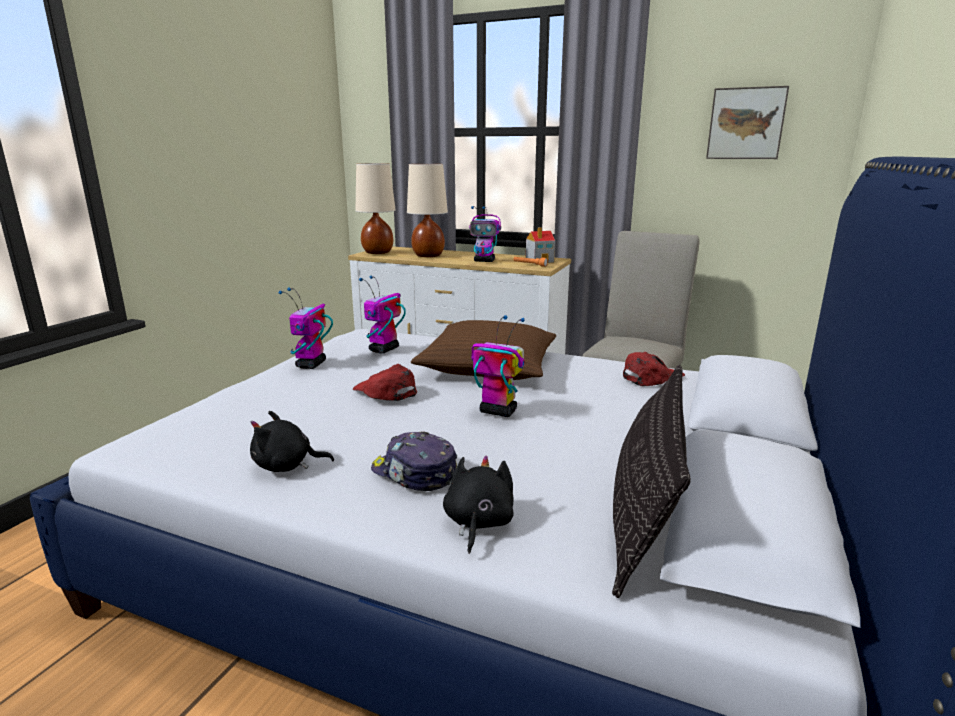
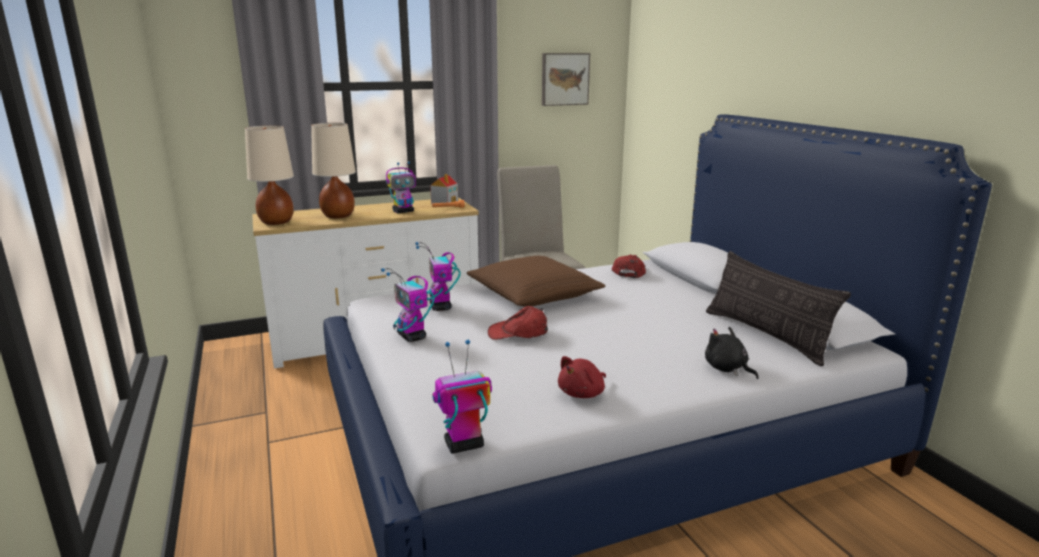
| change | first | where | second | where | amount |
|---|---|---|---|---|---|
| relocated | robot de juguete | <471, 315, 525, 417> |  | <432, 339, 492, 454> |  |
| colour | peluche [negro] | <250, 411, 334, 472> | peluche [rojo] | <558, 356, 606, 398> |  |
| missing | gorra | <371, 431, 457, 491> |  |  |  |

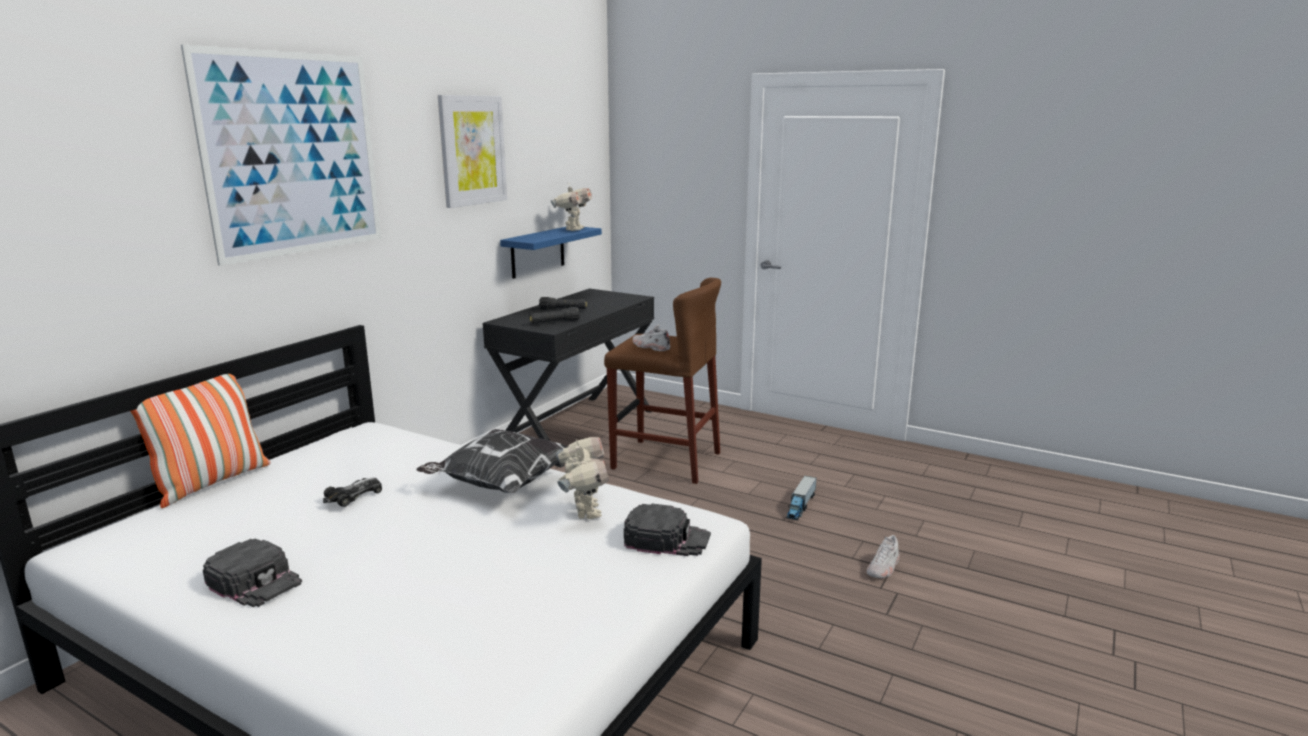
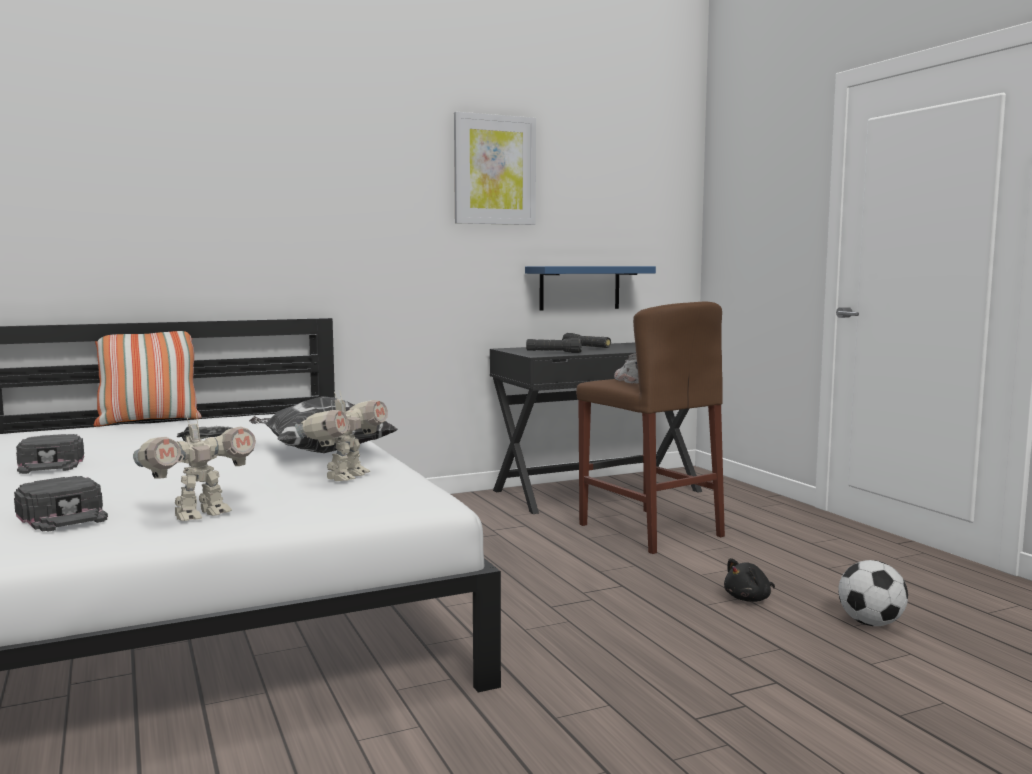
| change | first | where | second | where | amount |
|---|---|---|---|---|---|
| missing | cuadro | <181, 45, 381, 266> |  |  |  |
| relocated | robot de juguete | <551, 183, 592, 231> |  | <133, 413, 256, 521> |  |
| exchanged | camión de juguete | <786, 476, 816, 520> | peluche [negro] | <724, 558, 775, 602> |  |
| relocated | gorra [negro] | <624, 503, 711, 556> |  | <14, 476, 108, 532> |  |
| missing | zapato [blanco] | <867, 535, 899, 578> |  |  |  |
| appeared |  |  | balón de fútbol | <838, 560, 908, 626> |  |

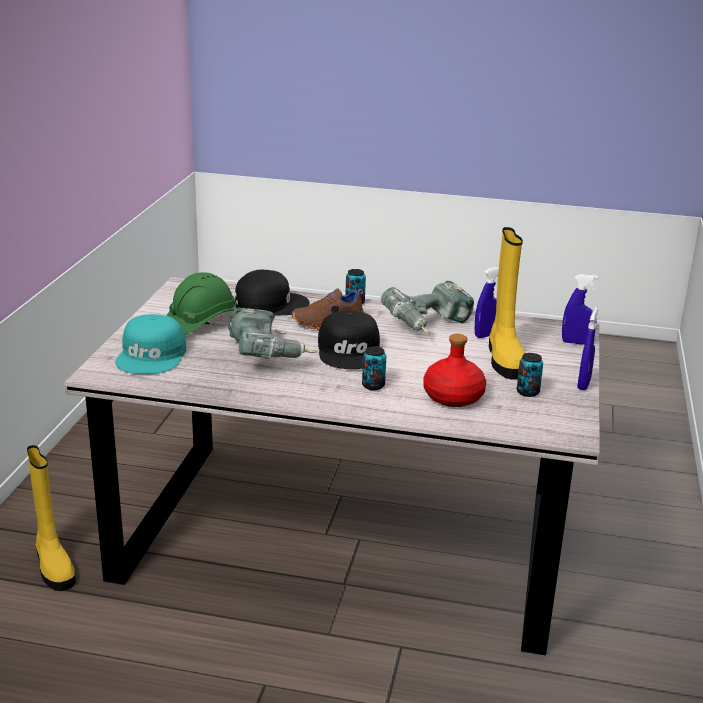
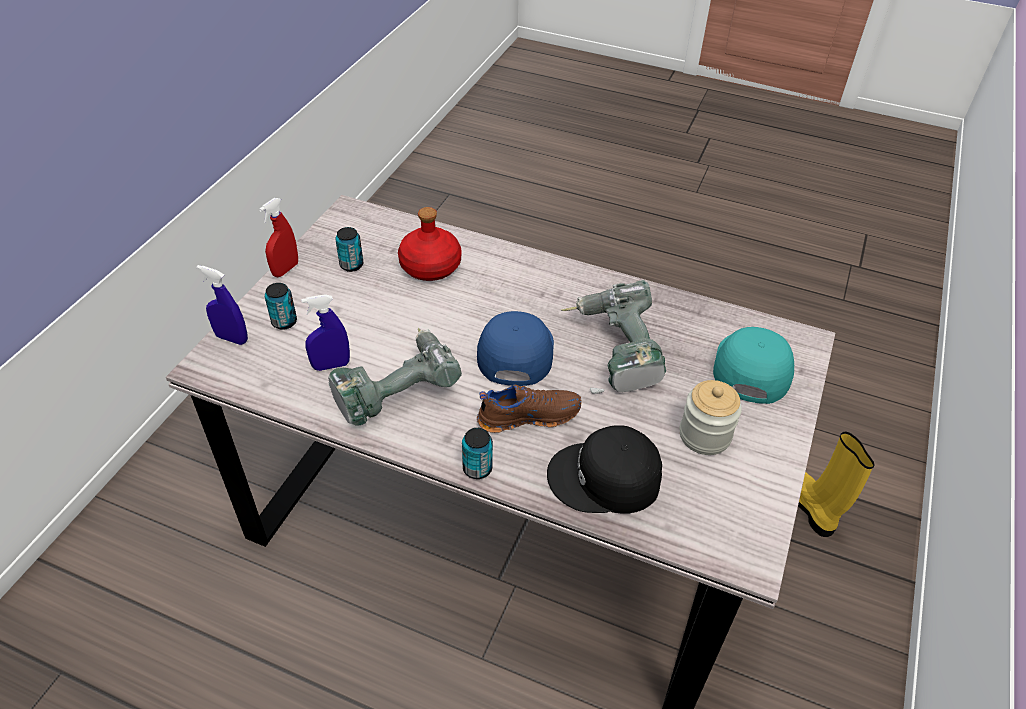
| change | first | where | second | where | amount |
|---|---|---|---|---|---|
| missing | bota [amarillo] | <489, 227, 525, 380> |  |  |  |
| exchanged | casco [verde] | <166, 272, 236, 335> | tarro | <679, 380, 742, 455> |  |
| colour | pulverizador [azul] | <577, 307, 598, 390> | pulverizador [rojo] | <259, 198, 298, 277> |  |
| colour | gorra [negro] | <318, 311, 380, 369> | gorra [azul] | <477, 311, 554, 386> |  |
| relocated | lata | <362, 346, 386, 390> |  | <265, 283, 297, 330> |  |

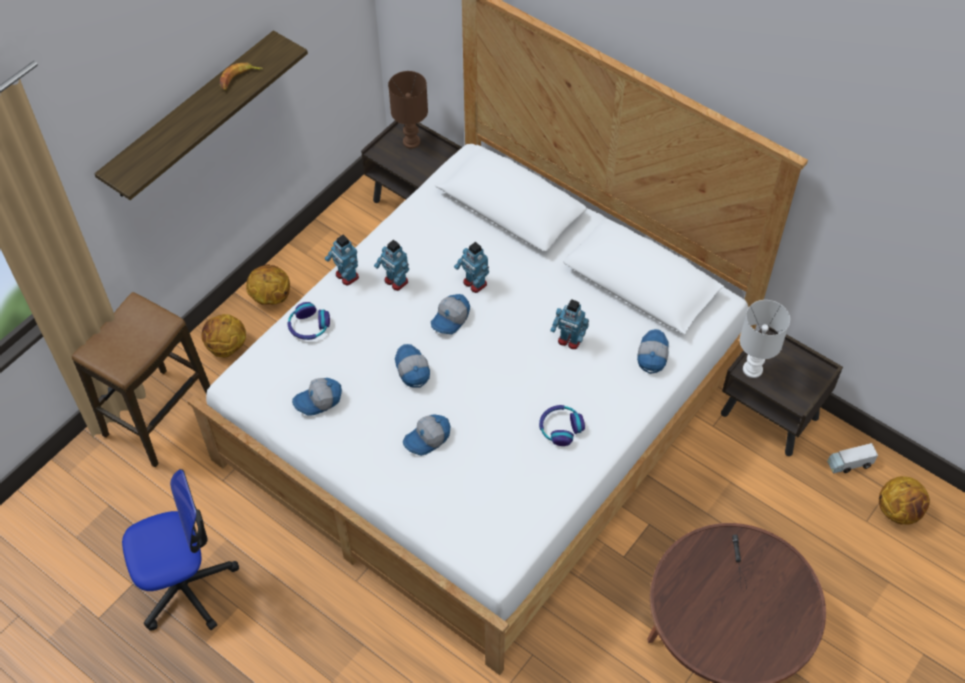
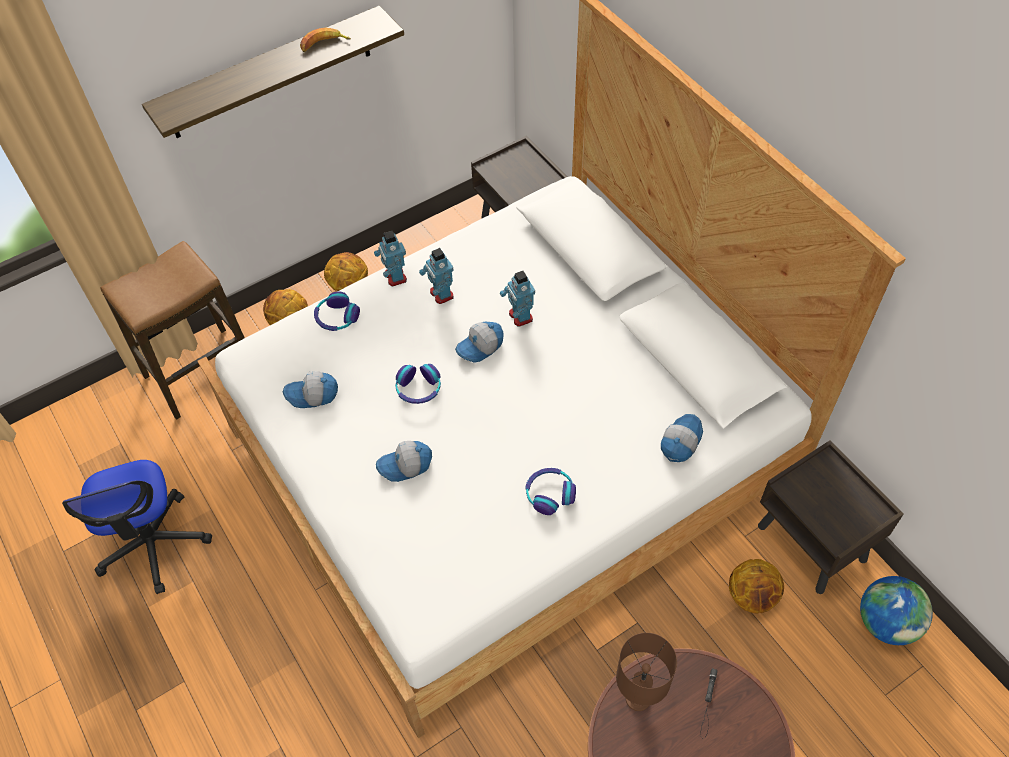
| change | first | where | second | where | amount |
|---|---|---|---|---|---|
| relocated | lámpara de mesa [marrón] | <388, 71, 428, 149> |  | <616, 633, 677, 711> |  |
| missing | robot de juguete | <550, 299, 589, 349> |  |  |  |
| missing | lámpara de mesa [blanco] | <740, 300, 790, 378> |  |  |  |
| exchanged | gorra | <395, 344, 430, 388> | auriculares | <395, 364, 441, 404> |  |
| exchanged | camión de juguete | <827, 443, 878, 474> | globo terráqueo | <860, 576, 933, 645> |  |
| spun | silla de oficina | <122, 469, 239, 631> |  | <62, 460, 212, 594> | 75 degrees clockwise |
| relocated | balón de baloncesto | <879, 476, 930, 525> |  | <729, 559, 784, 614> |  |

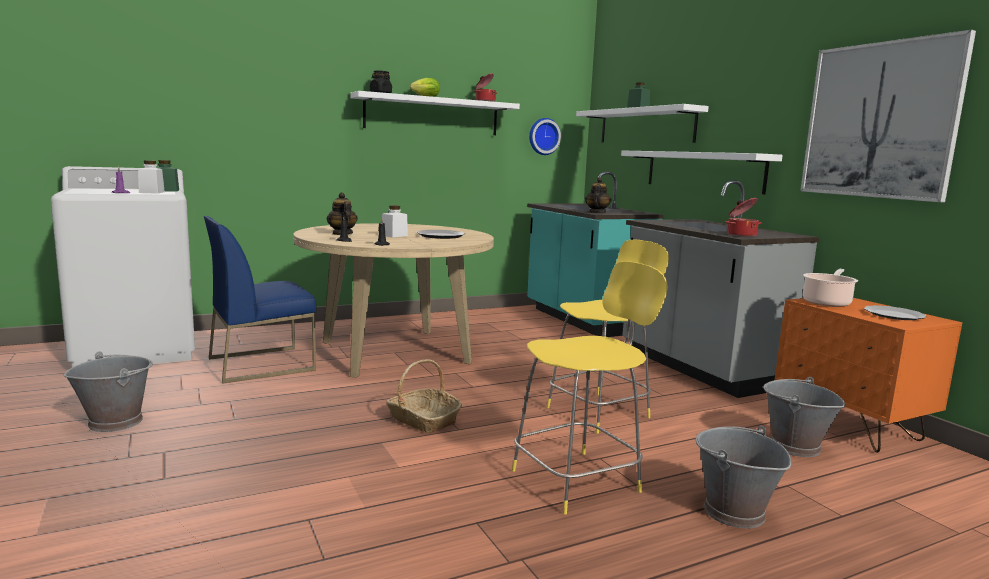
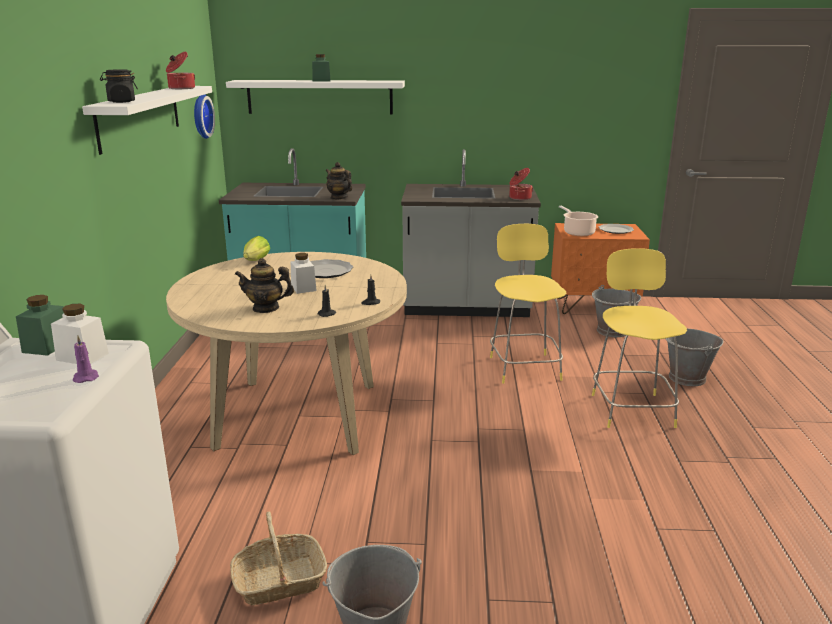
| change | first | where | second | where | amount |
|---|---|---|---|---|---|
| missing | cuadro | <800, 30, 976, 202> |  |  |  |
| relocated | lechuga | <410, 78, 440, 97> |  | <243, 236, 270, 261> |  |
| missing | estante [blanco] | <621, 150, 783, 195> |  |  |  |
| missing | silla [azul] | <204, 216, 316, 384> |  |  |  |
| relocated | cesta | <386, 359, 462, 433> |  | <230, 512, 327, 605> |  |

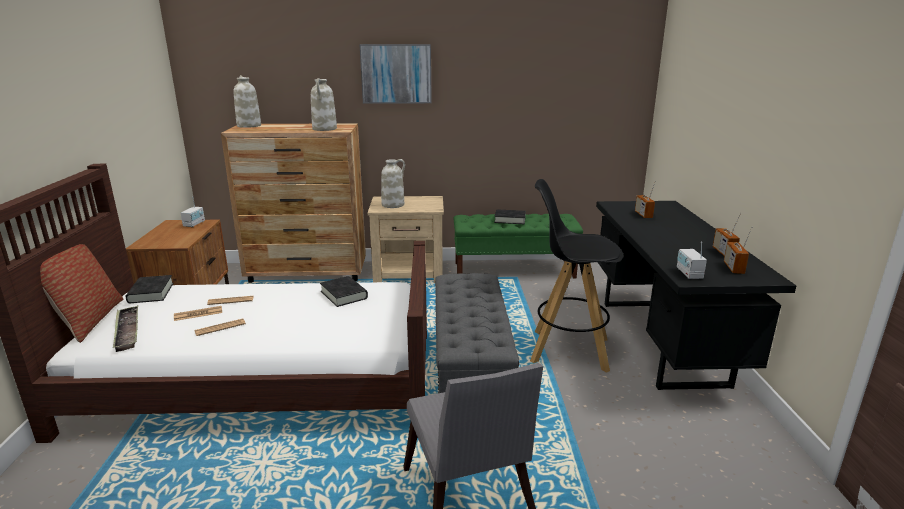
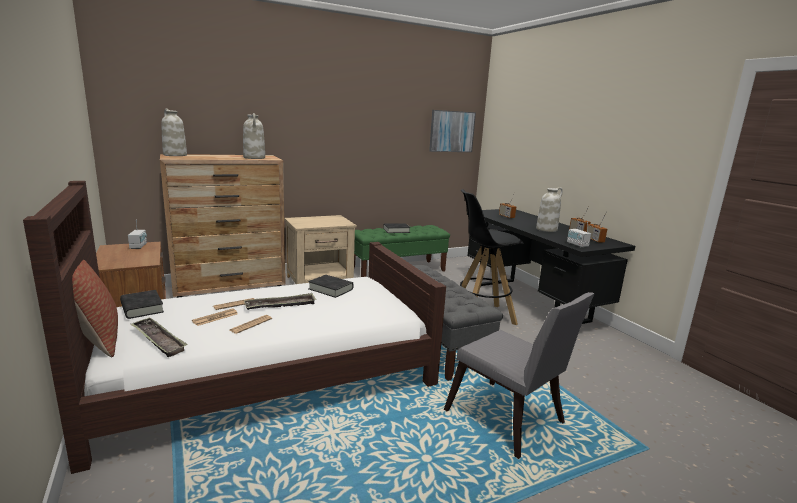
| change | first | where | second | where | amount |
|---|---|---|---|---|---|
| relocated | cuadro | <359, 44, 432, 104> |  | <429, 110, 476, 152> |  |
| relocated | florero [blanco] | <381, 159, 405, 208> |  | <536, 187, 563, 232> |  |
| appeared |  |  | bandeja | <244, 293, 316, 310> |  |

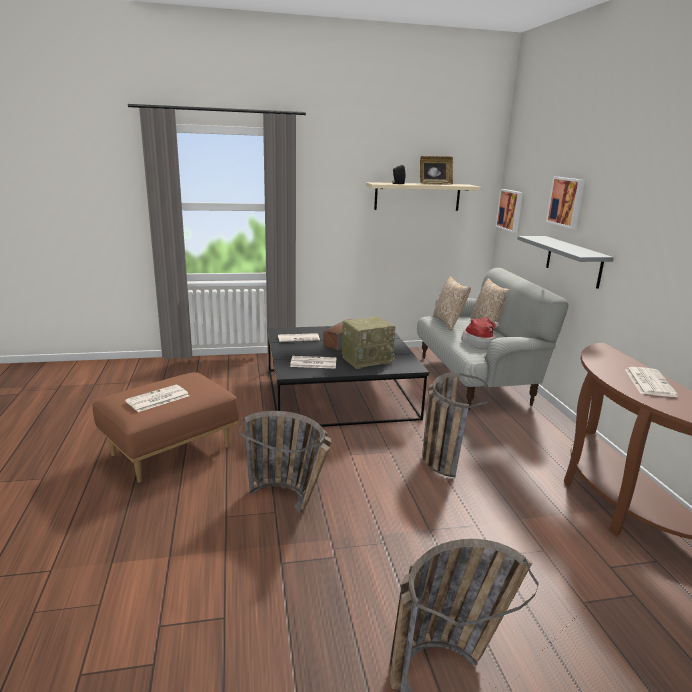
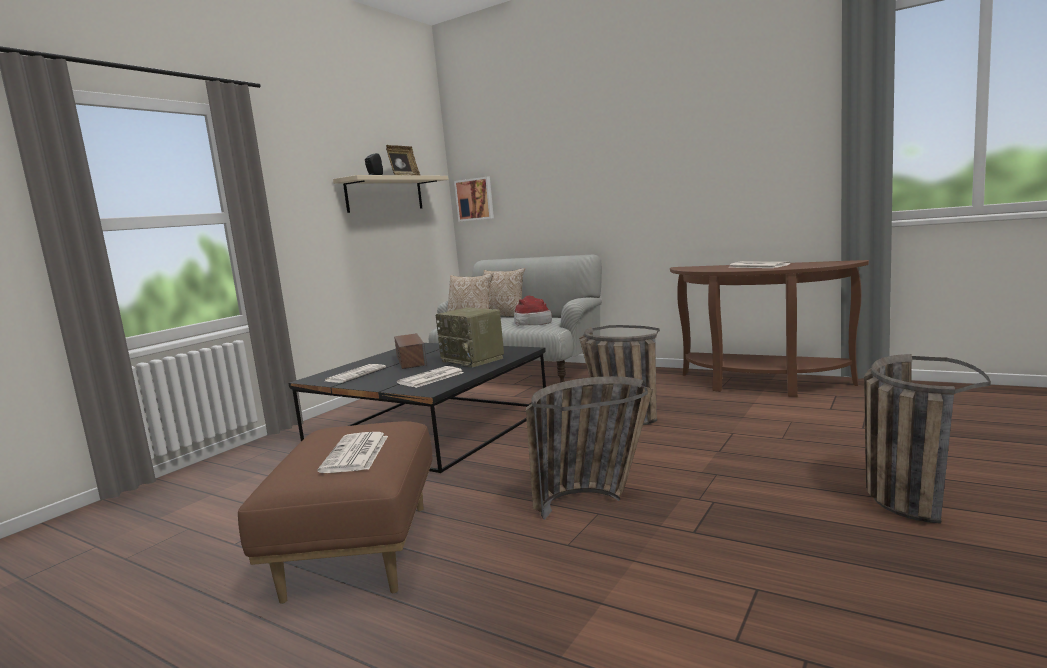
| change | first | where | second | where | amount |
|---|---|---|---|---|---|
| missing | cuadro | <546, 177, 585, 229> |  |  |  |
| missing | estante [gris] | <517, 236, 614, 289> |  |  |  |
| spun | radio | <342, 316, 396, 369> |  | <436, 307, 504, 368> | 120 degrees clockwise |

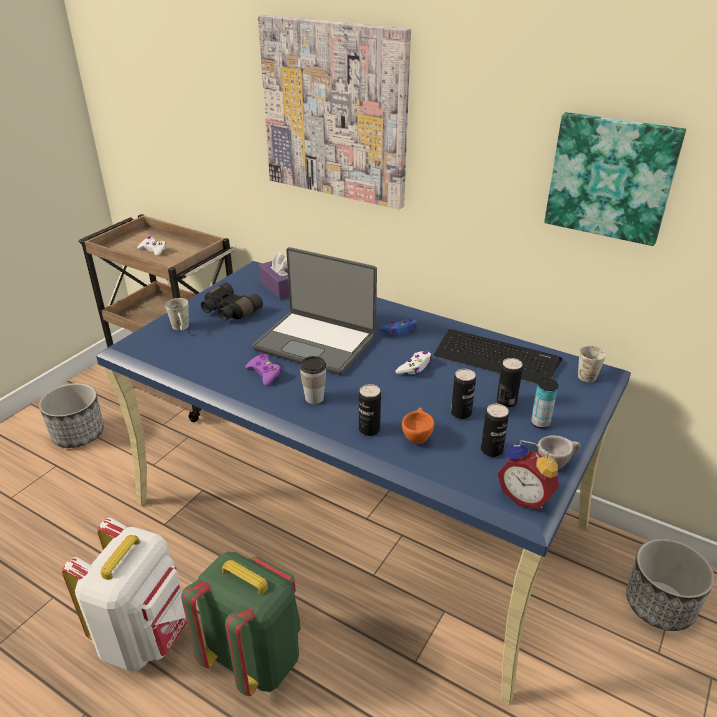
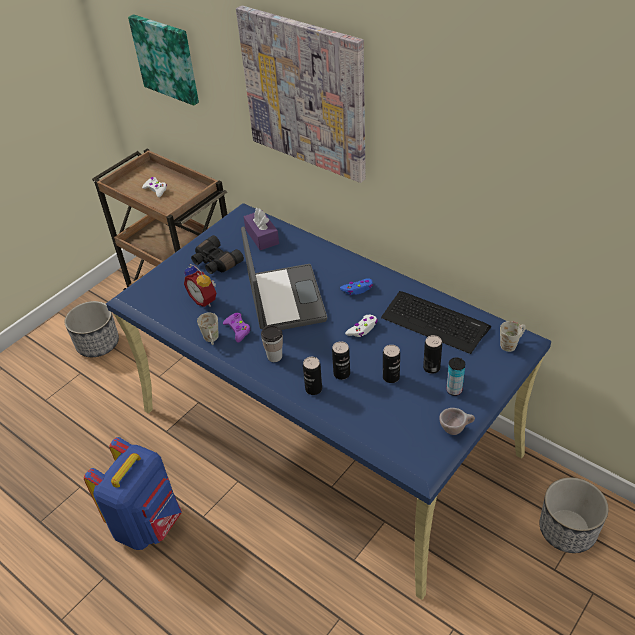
| change | first | where | second | where | amount |
|---|---|---|---|---|---|
| relocated | cuadro | <544, 112, 686, 246> |  | <128, 14, 199, 106> |  |
| spun | portátil | <252, 247, 377, 375> |  | <241, 227, 327, 330> | 135 degrees counterclockwise |
| relocated | taza grande [blanco] | <165, 298, 189, 331> |  | <197, 312, 219, 345> |  |
| relocated | lata | <481, 404, 509, 457> |  | <332, 341, 350, 380> |  |
| missing | taza [naranja] | <402, 407, 434, 444> |  |  |  |
| relocated | despertador | <497, 440, 559, 509> |  | <184, 264, 216, 307> |  |
| colour | mochila [blanco] | <62, 518, 187, 671> | mochila [azul] | <84, 437, 182, 550> |  |
| missing | mochila [verde] | <181, 552, 301, 696> |  |  |  |

